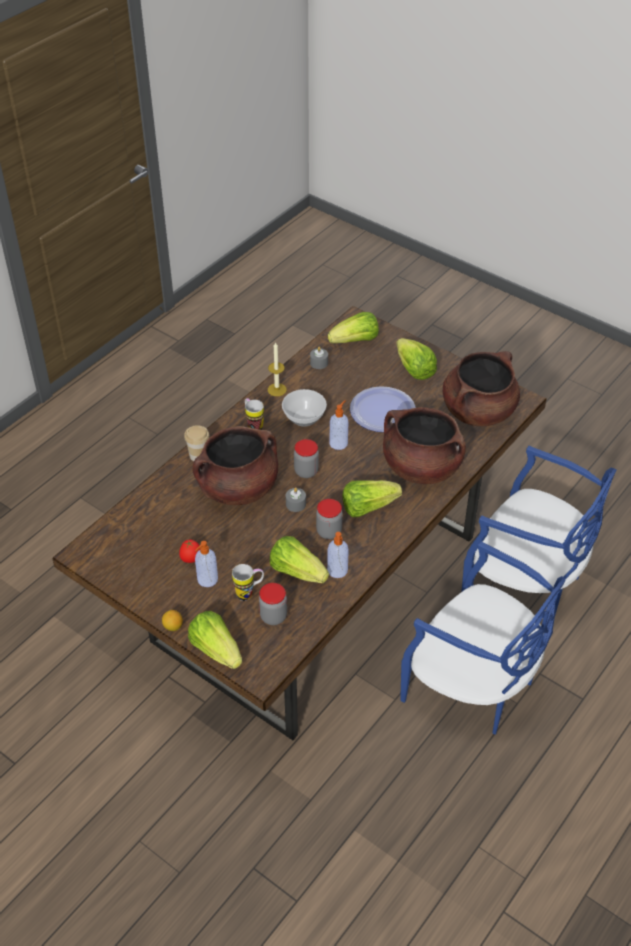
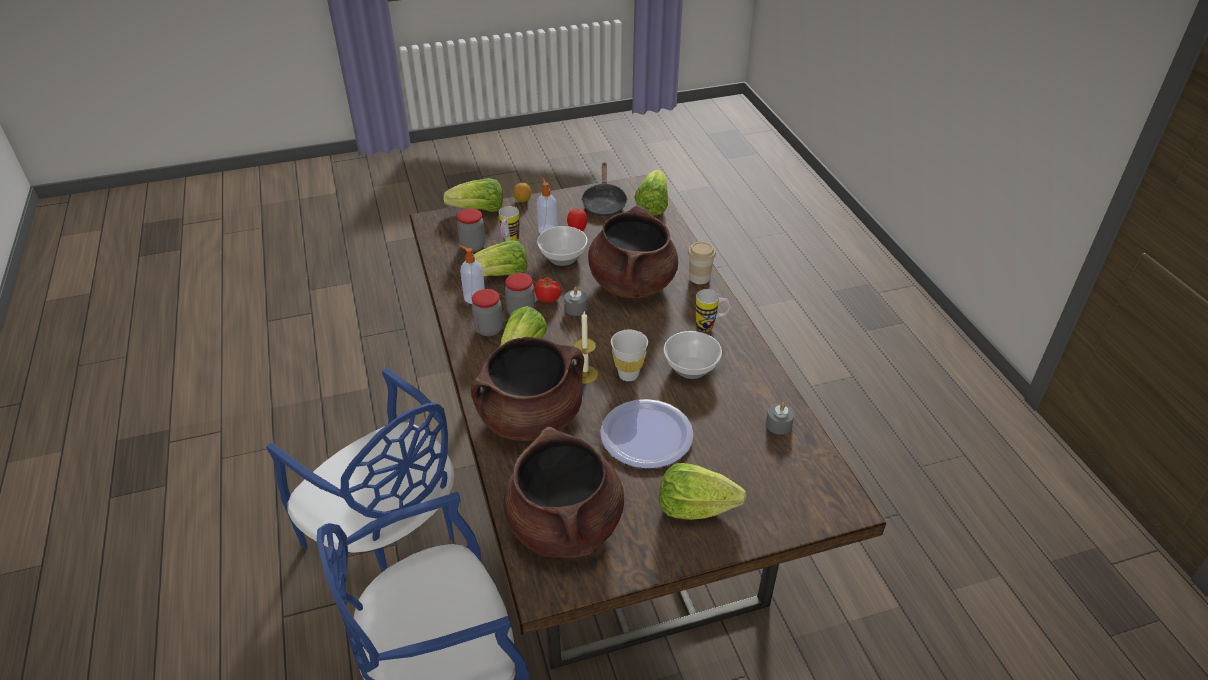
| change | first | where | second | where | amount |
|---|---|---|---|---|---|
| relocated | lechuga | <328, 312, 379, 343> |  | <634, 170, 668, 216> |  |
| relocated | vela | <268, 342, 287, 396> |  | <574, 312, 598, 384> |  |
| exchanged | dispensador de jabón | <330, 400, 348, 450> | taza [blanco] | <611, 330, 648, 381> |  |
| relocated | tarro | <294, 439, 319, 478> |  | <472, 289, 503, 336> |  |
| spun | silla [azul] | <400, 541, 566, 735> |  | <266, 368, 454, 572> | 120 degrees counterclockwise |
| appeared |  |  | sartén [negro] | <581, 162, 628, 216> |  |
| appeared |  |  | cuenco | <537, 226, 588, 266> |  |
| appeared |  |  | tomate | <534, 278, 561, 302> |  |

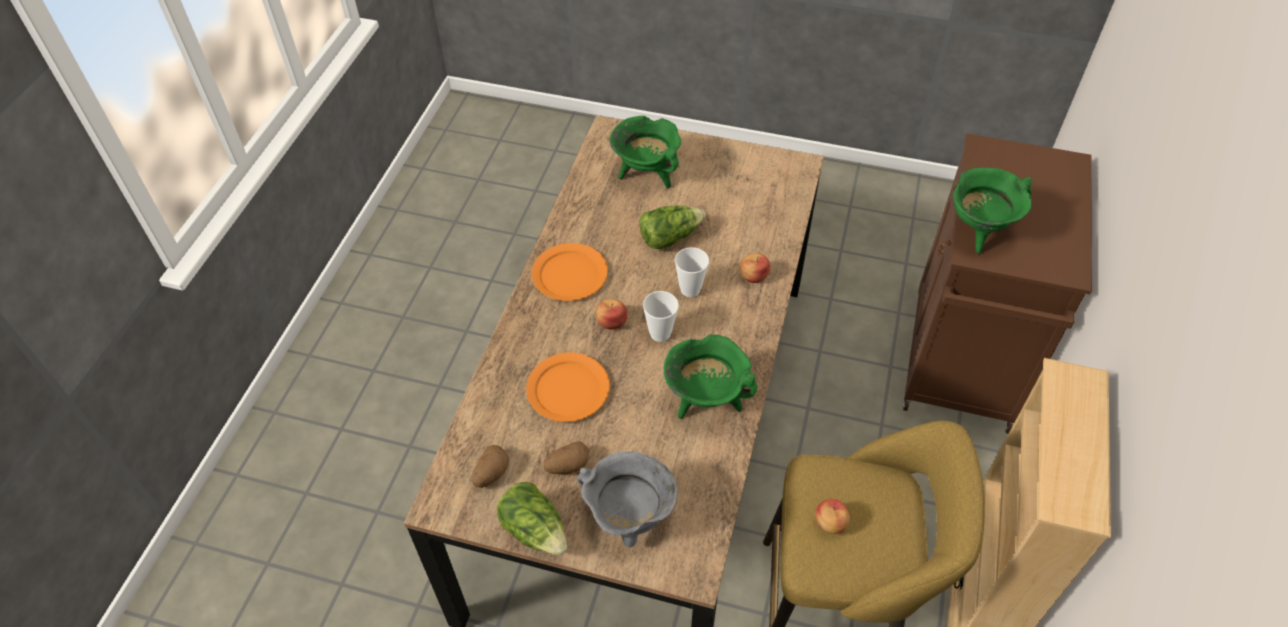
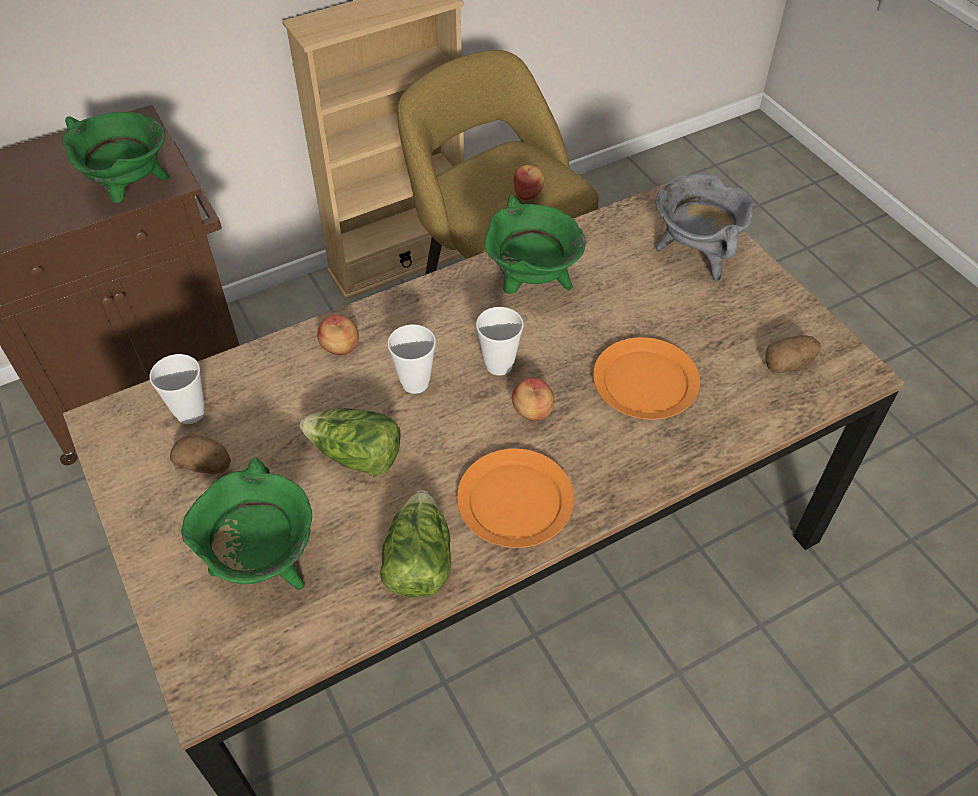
| change | first | where | second | where | amount |
|---|---|---|---|---|---|
| relocated | patata | <543, 441, 589, 474> |  | <170, 434, 231, 474> |  |
| relocated | lechuga | <497, 482, 567, 556> |  | <380, 490, 451, 598> |  |
| appeared |  |  | taza | <149, 354, 205, 424> |  |

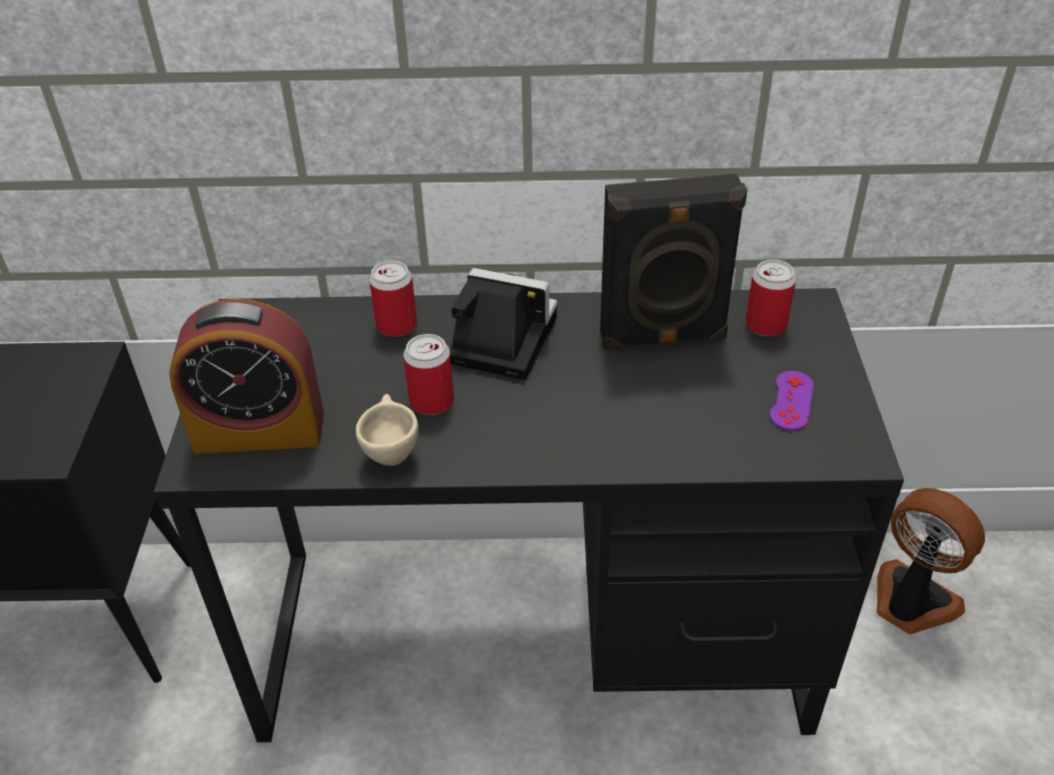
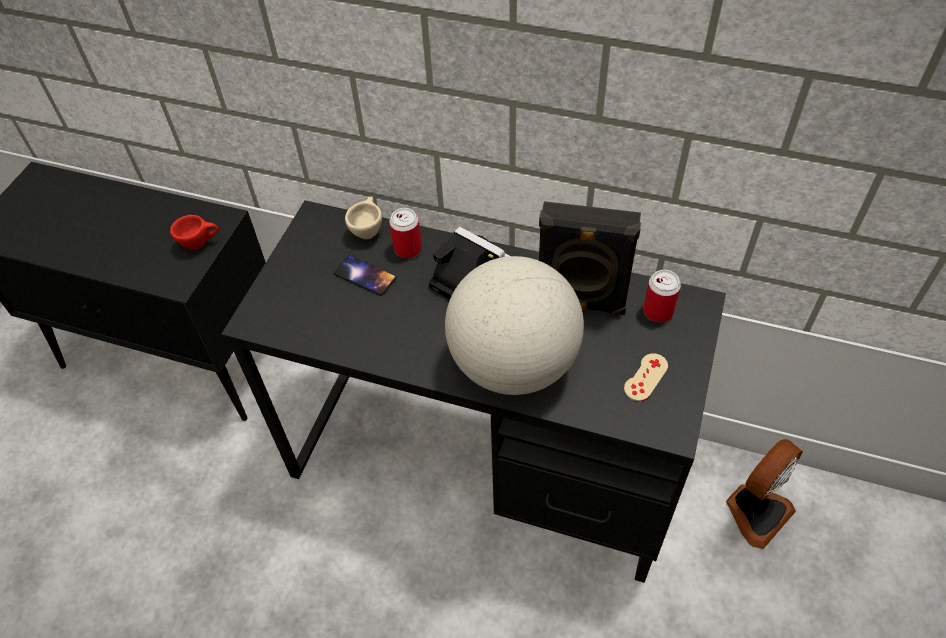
| change | first | where | second | where | amount |
|---|---|---|---|---|---|
| missing | despertador | <169, 299, 324, 454> |  |  |  |
| missing | lata | <403, 334, 454, 415> |  |  |  |
| colour | mando de consola [morado] | <769, 371, 814, 431> | mando de consola [beis] | <624, 353, 668, 401> |  |
| relocated | taza [beis] | <356, 394, 418, 466> |  | <345, 196, 382, 239> |  |
| spun | ventilador | <877, 488, 985, 634> |  | <726, 439, 803, 549> | 75 degrees clockwise |
| appeared |  |  | taza [rojo] | <170, 215, 219, 250> |  |
| appeared |  |  | móvil | <334, 256, 397, 296> |  |
| appeared |  |  | globo terráqueo | <445, 256, 584, 395> |  |

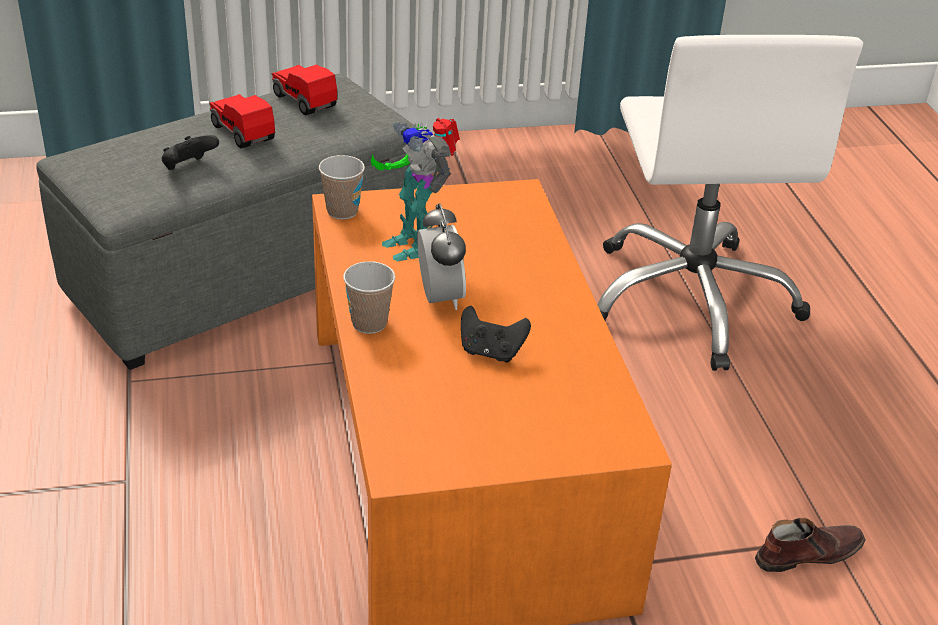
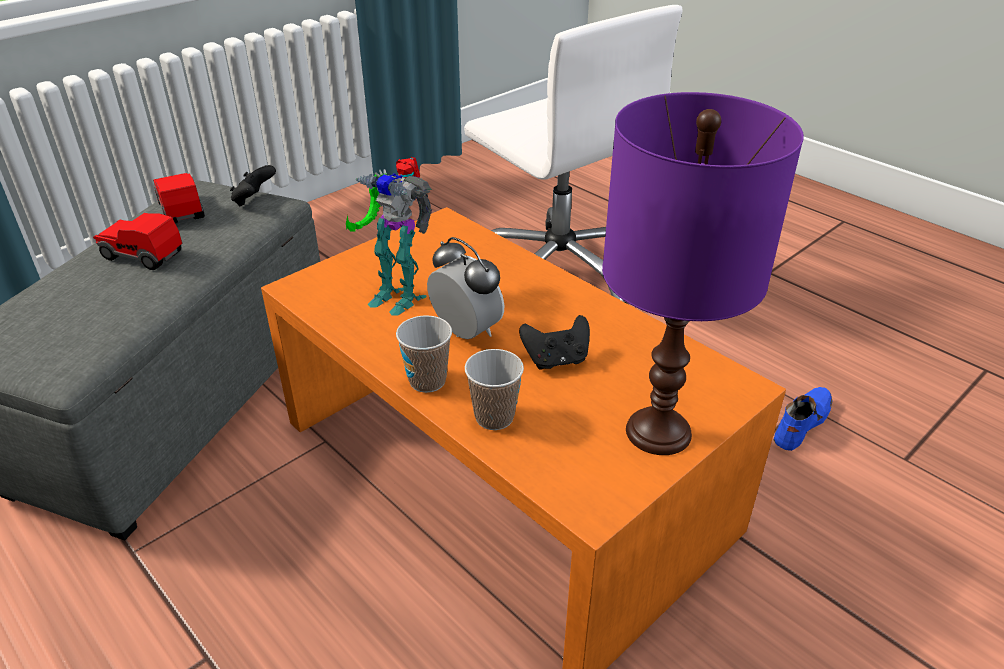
| change | first | where | second | where | amount |
|---|---|---|---|---|---|
| spun | coche de juguete | <272, 64, 338, 115> |  | <153, 173, 205, 223> | 45 degrees clockwise |
| relocated | mando de consola [negro] | <162, 135, 219, 170> |  | <230, 165, 276, 207> |  |
| relocated | taza | <319, 155, 365, 220> |  | <465, 349, 524, 430> |  |
| colour | zapato [marrón] | <755, 518, 866, 572> | zapato [azul] | <773, 387, 833, 451> |  |
| appeared |  |  | lámpara de mesa [morado] | <602, 92, 804, 455> |  |

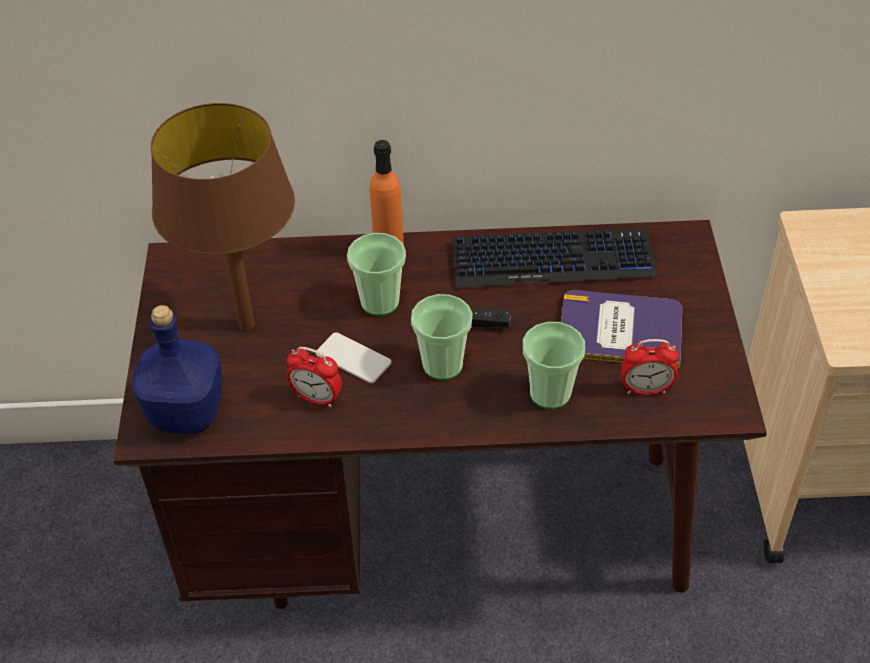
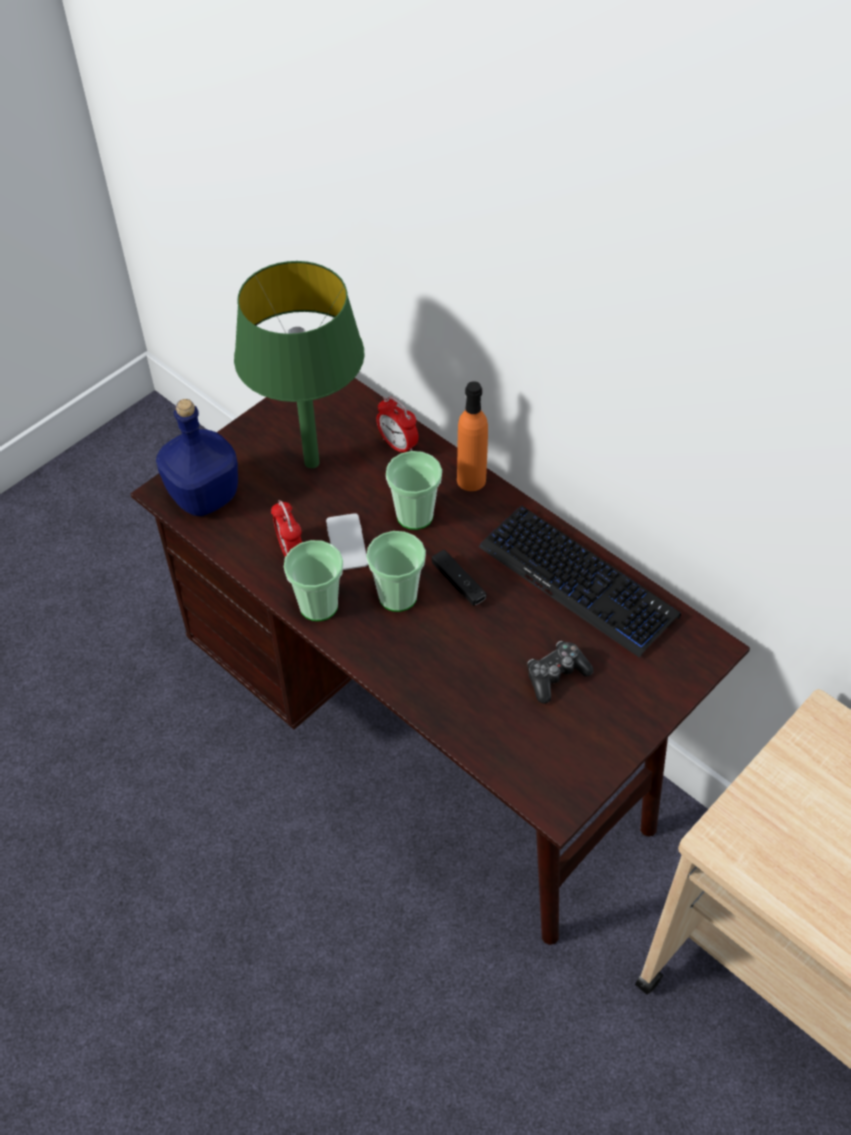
| change | first | where | second | where | amount |
|---|---|---|---|---|---|
| colour | lámpara de mesa [marrón] | <151, 103, 295, 330> | lámpara de mesa [verde] | <234, 261, 365, 468> |  |
| exchanged | libro | <561, 290, 682, 368> | mando de consola | <527, 641, 593, 704> |  |
| relocated | taza | <523, 322, 585, 409> |  | <284, 540, 343, 621> |  |
| relocated | despertador | <621, 339, 679, 395> |  | <376, 396, 418, 453> |  |

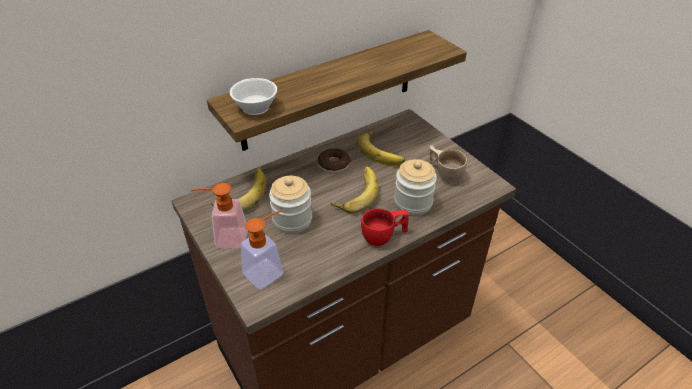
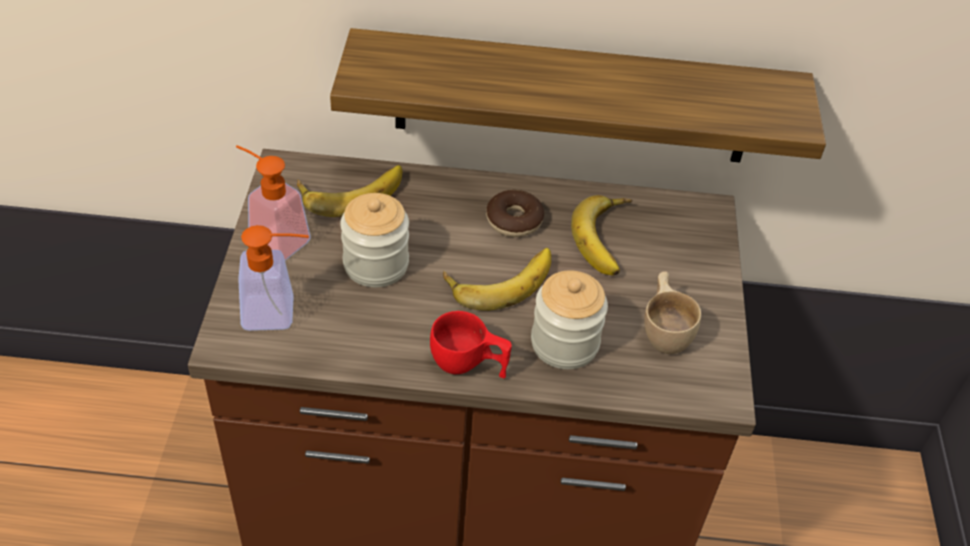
| change | first | where | second | where | amount |
|---|---|---|---|---|---|
| missing | taza [blanco] | <230, 78, 277, 115> |  |  |  |

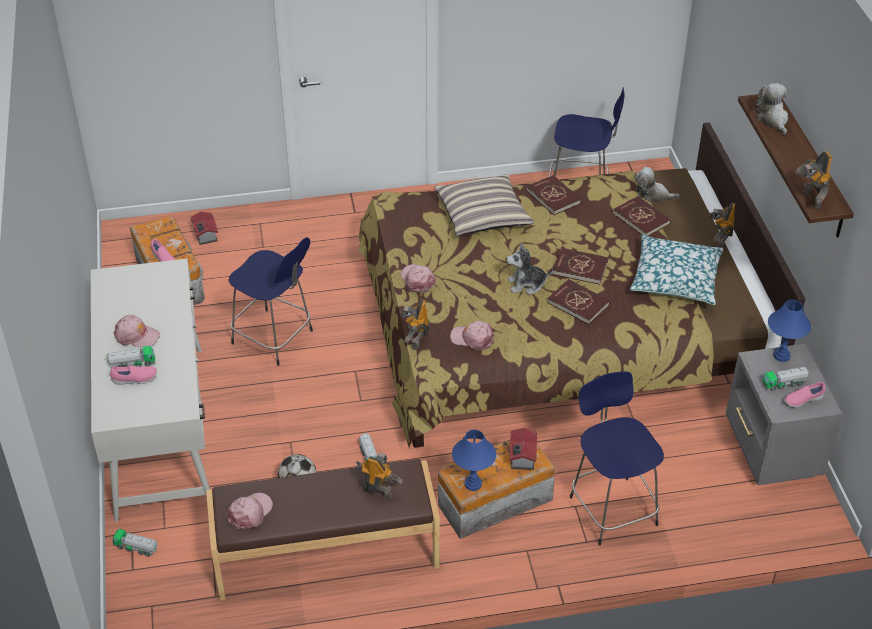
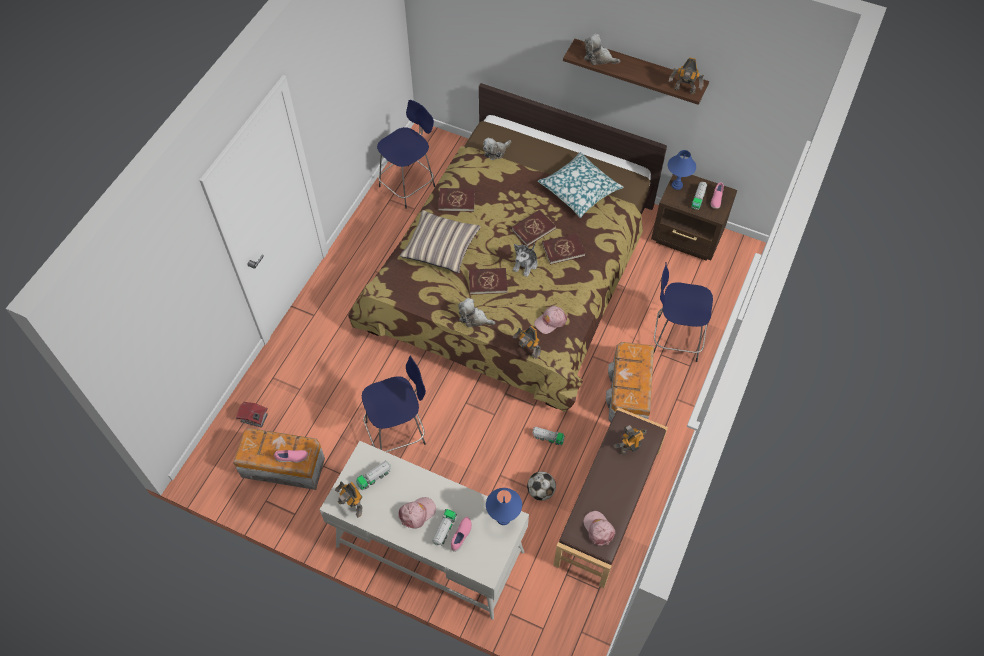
| change | first | where | second | where | amount |
|---|---|---|---|---|---|
| relocated | libro [rojo] | <613, 196, 671, 236> |  | <469, 268, 508, 295> |  |
| relocated | robot de juguete | <709, 203, 735, 248> |  | <335, 481, 363, 518> |  |
| exchanged | gorra [rosa] | <401, 264, 436, 293> | peluche | <458, 298, 495, 327> |  |
| colour | mesita de noche [gris] | <726, 344, 842, 485> | mesita de noche [marrón] | <651, 174, 737, 260> |  |
| missing | casita | <509, 428, 537, 470> |  |  |  |
| relocated | lámpara de mesa [azul] | <452, 430, 496, 491> |  | <486, 488, 522, 525> |  |
| relocated | camión de juguete | <113, 529, 157, 557> |  | <356, 461, 391, 490> |  |

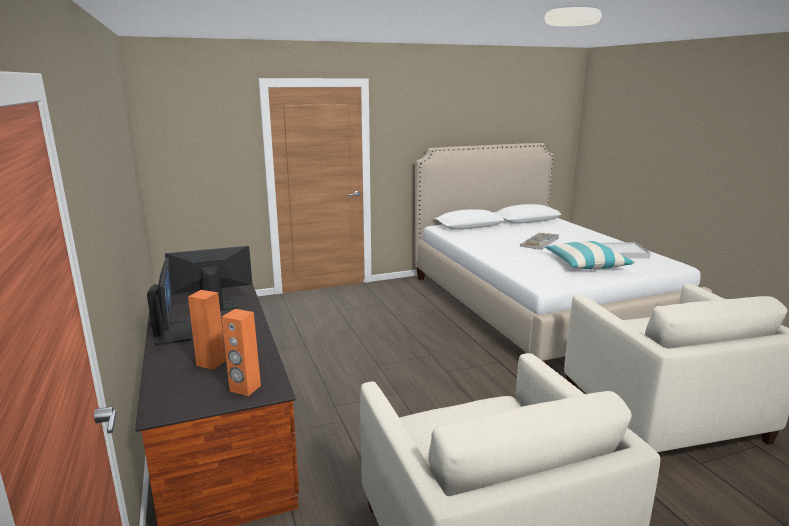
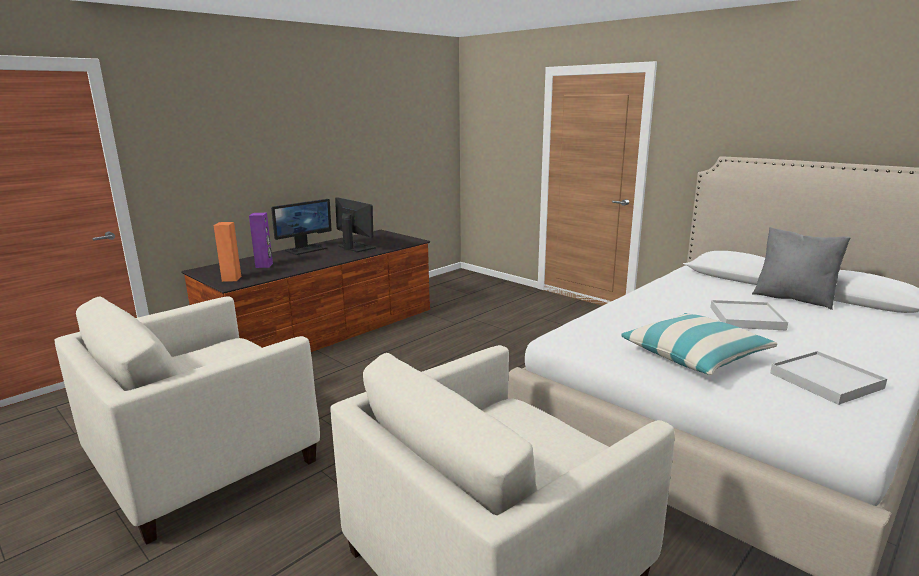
| change | first | where | second | where | amount |
|---|---|---|---|---|---|
| exchanged | teclado | <520, 233, 559, 250> | bandeja [blanco] | <710, 300, 788, 331> |  |
| colour | altavoz [naranja] | <188, 290, 226, 370> | altavoz [morado] | <249, 213, 273, 268> |  |
| appeared |  |  | cojín [gris] | <752, 227, 850, 310> |  |

